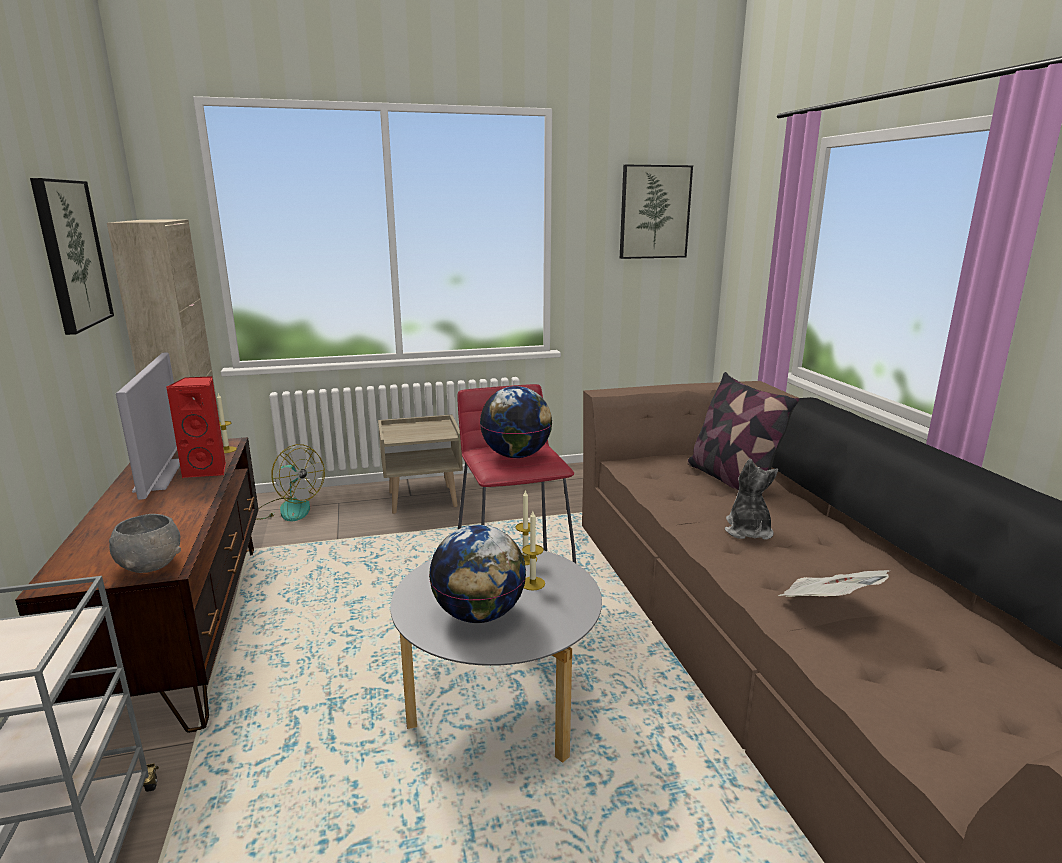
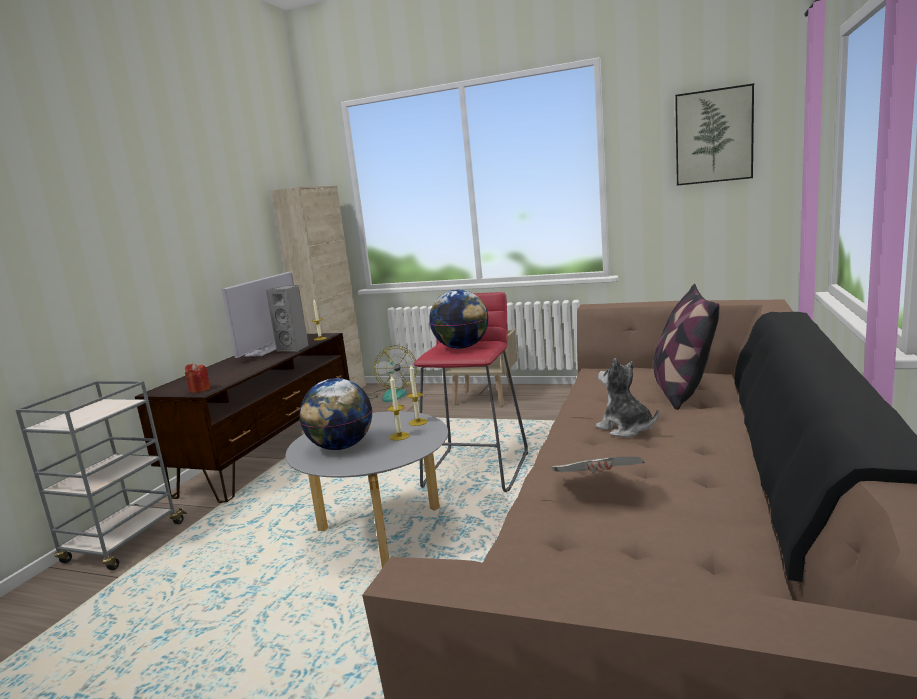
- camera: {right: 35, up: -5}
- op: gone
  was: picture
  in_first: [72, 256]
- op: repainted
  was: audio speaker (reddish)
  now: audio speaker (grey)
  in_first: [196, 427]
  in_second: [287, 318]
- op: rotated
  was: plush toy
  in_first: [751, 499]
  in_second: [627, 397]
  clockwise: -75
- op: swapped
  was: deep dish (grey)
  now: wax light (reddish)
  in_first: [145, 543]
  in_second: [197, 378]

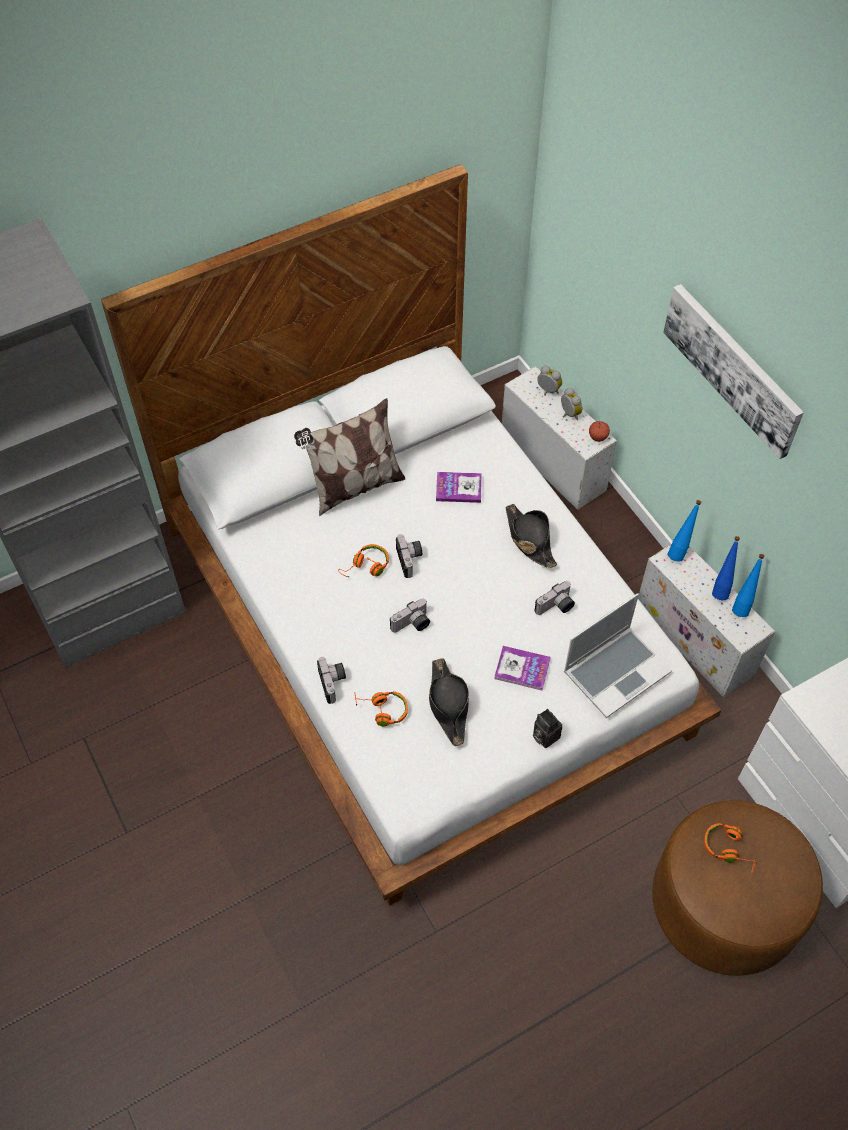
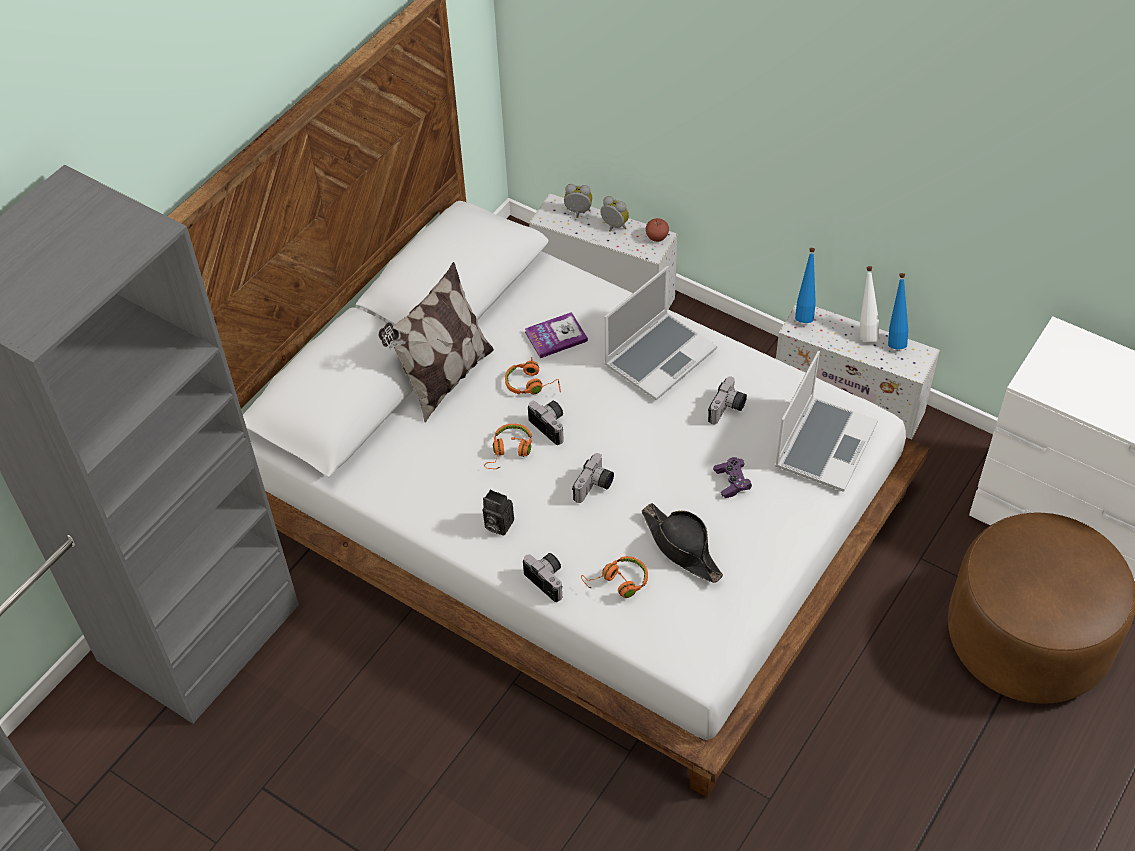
- camera: {right: -25, up: -5}
- op: gone
  was: picture
  in_first: [733, 371]
- op: swapped
  was: hat (black)
  now: notebook computer
  in_first: [531, 536]
  in_second: [660, 333]
- op: repainted
  was: drink bottle (blue)
  now: drink bottle (white-coloured)
  in_first: [726, 568]
  in_second: [869, 304]
- op: swapped
  was: bound book
  now: gamepad (purple-coloured)
  in_first: [522, 668]
  in_second: [732, 477]
- op: shifted
  was: photo camera
  in_first: [547, 728]
  in_second: [498, 512]
- op: shifted
  was: headset (orange)
  in_first: [729, 848]
  in_second: [533, 375]

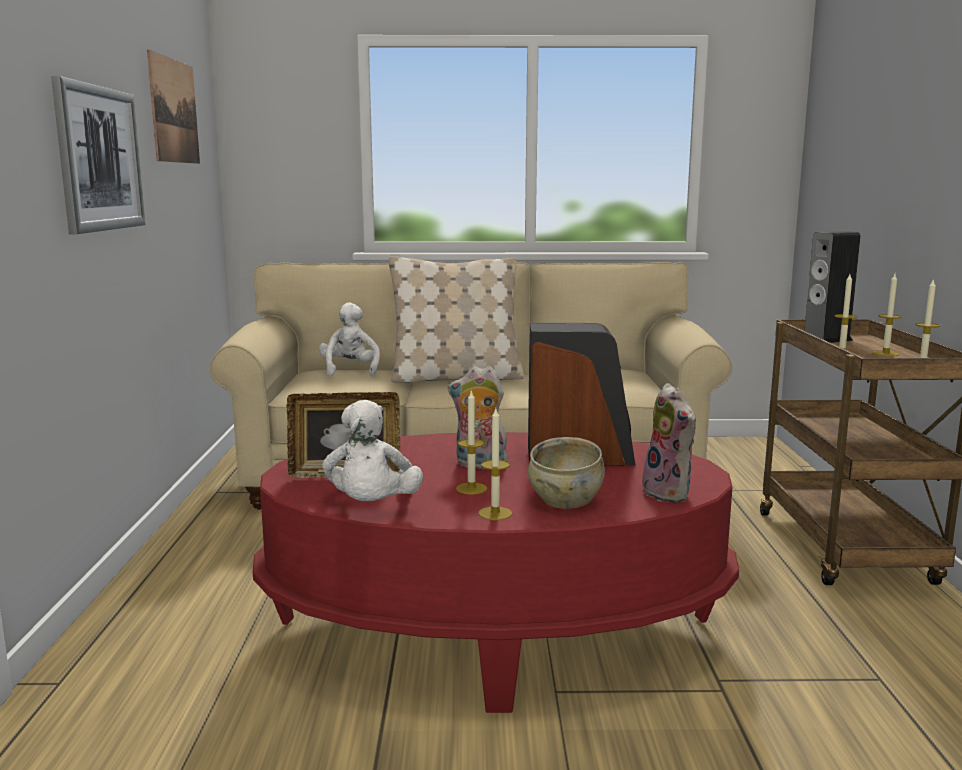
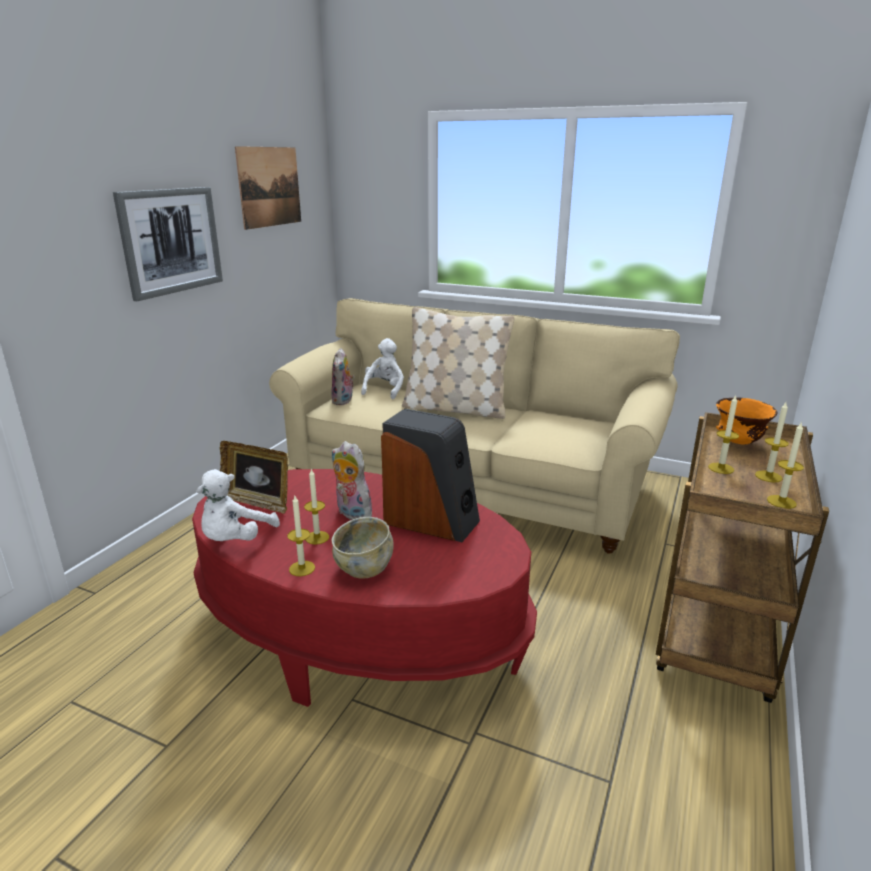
- camera: {right: 25, up: 10}
- op: swapped
  was: audio speaker
  now: deep dish (orange)
  in_first: [832, 287]
  in_second: [746, 421]
- op: shifted
  was: plush toy
  in_first: [669, 443]
  in_second: [343, 376]

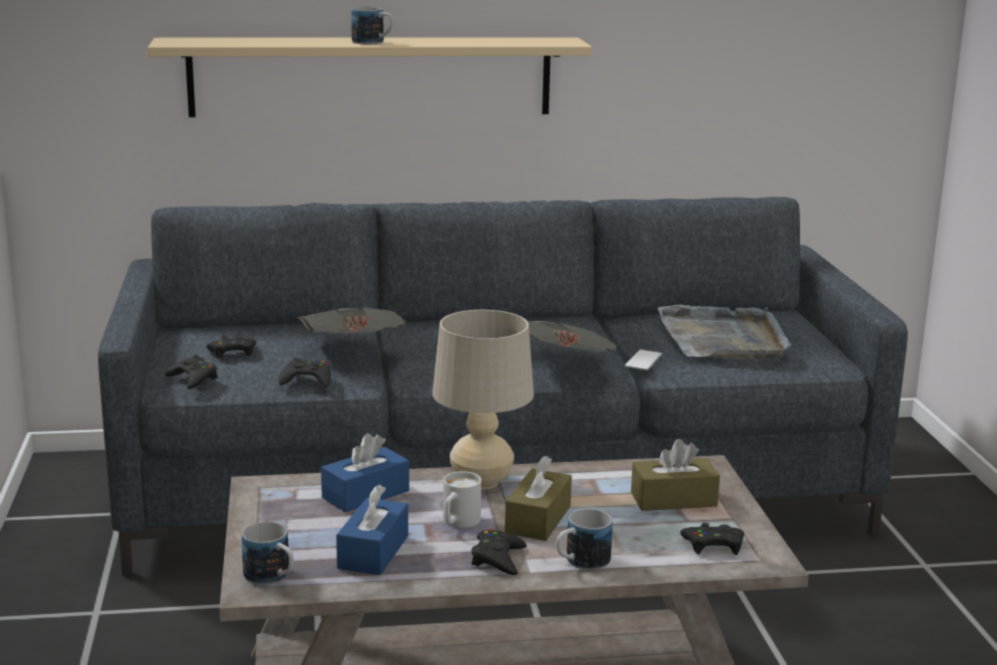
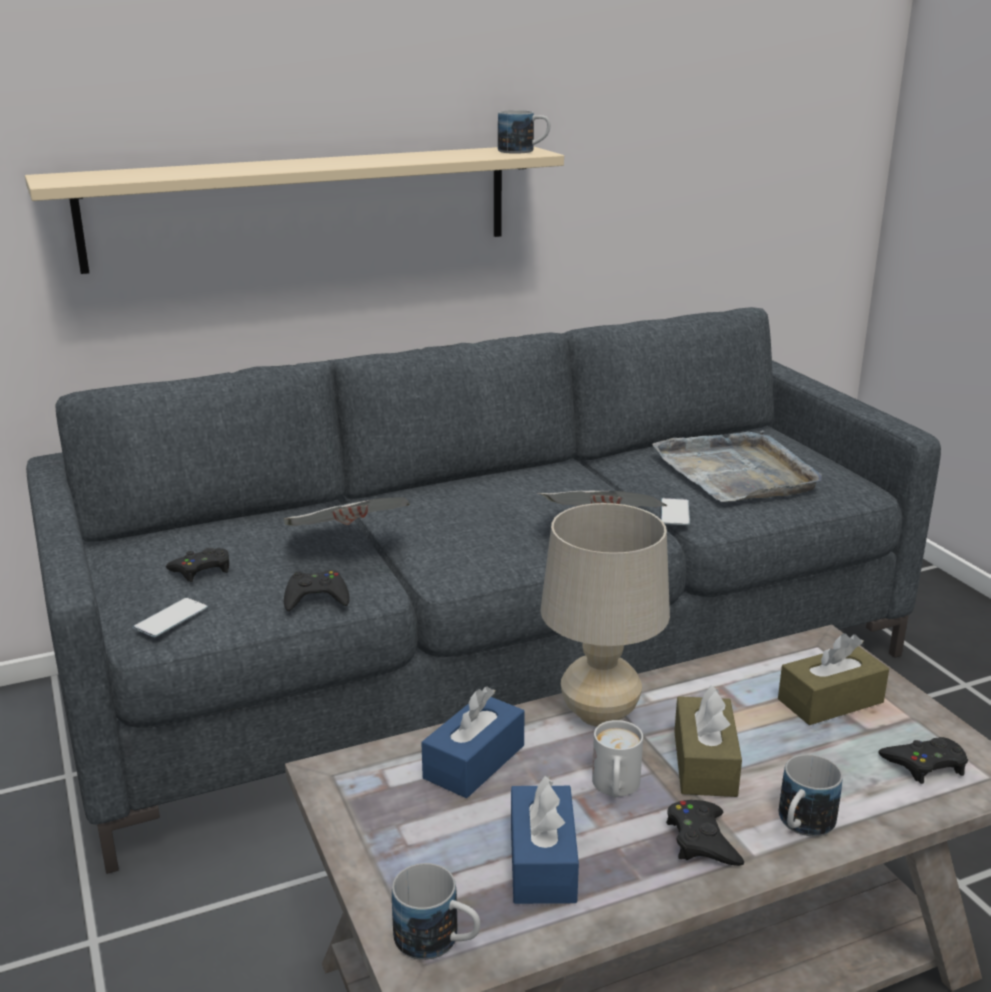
- camera: {right: -15, up: 5}
- op: shifted
  was: mug
  in_first: [372, 25]
  in_second: [524, 132]
- op: swapped
  was: gamepad (black)
  now: phone
  in_first: [191, 372]
  in_second: [170, 617]

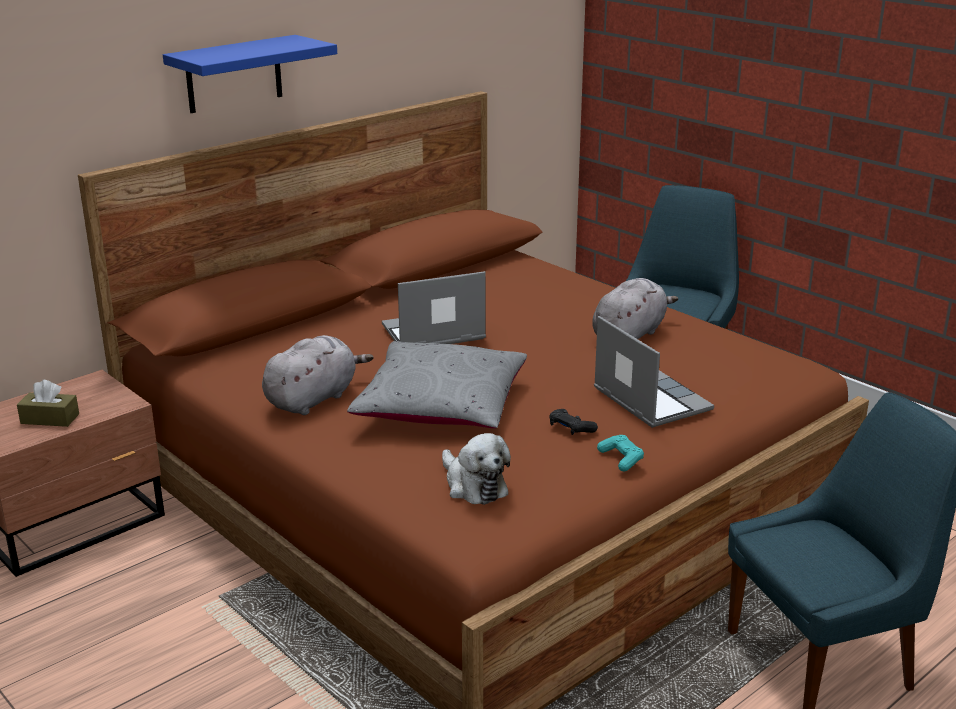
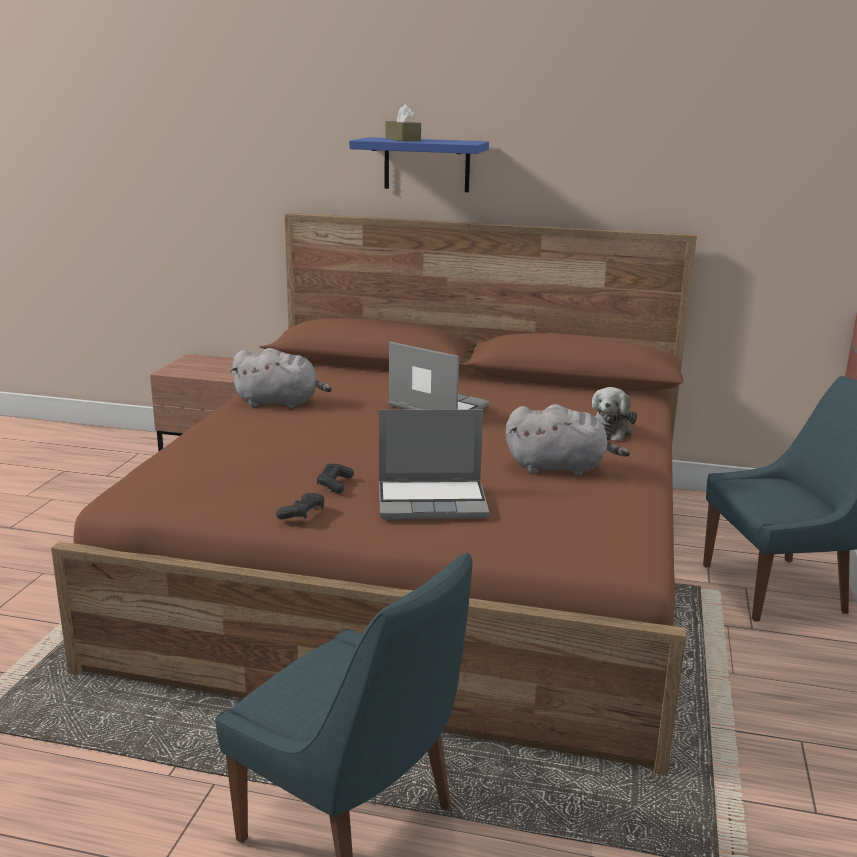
- camera: {right: 55, up: -5}
- op: rotated
  was: notebook computer
  in_first: [654, 372]
  in_second: [434, 464]
  clockwise: 60
- op: gone
  was: throw pillow (grey)
  in_first: [437, 385]
- op: shifted
  was: box of tissues (brownish)
  in_first: [48, 403]
  in_second: [403, 123]
- op: shifted
  was: plush toy
  in_first: [476, 469]
  in_second: [614, 414]
- op: repainted
  was: gamepad (blue-green)
  now: gamepad (black)
  in_first: [620, 453]
  in_second: [300, 506]

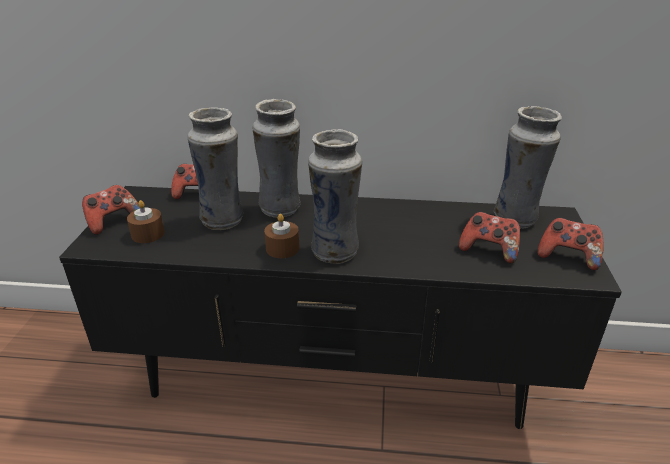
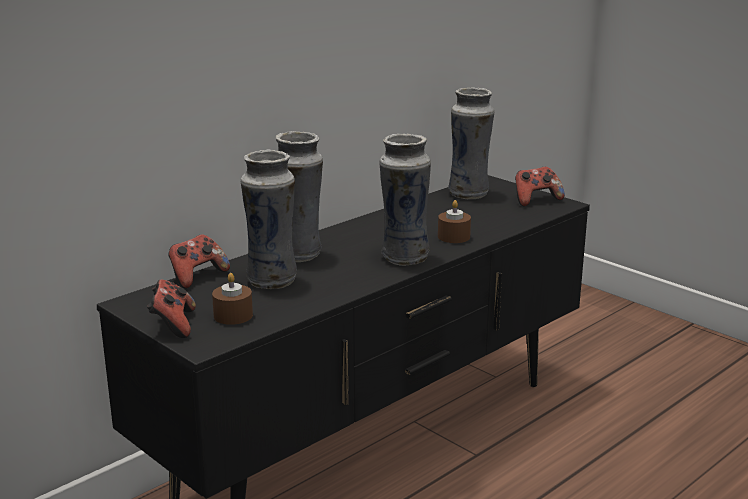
- camera: {right: -50, up: -10}
- op: gone
  was: gamepad
  in_first: [489, 237]
- op: shifted
  was: wax light (brownish)
  in_first: [281, 236]
  in_second: [454, 221]

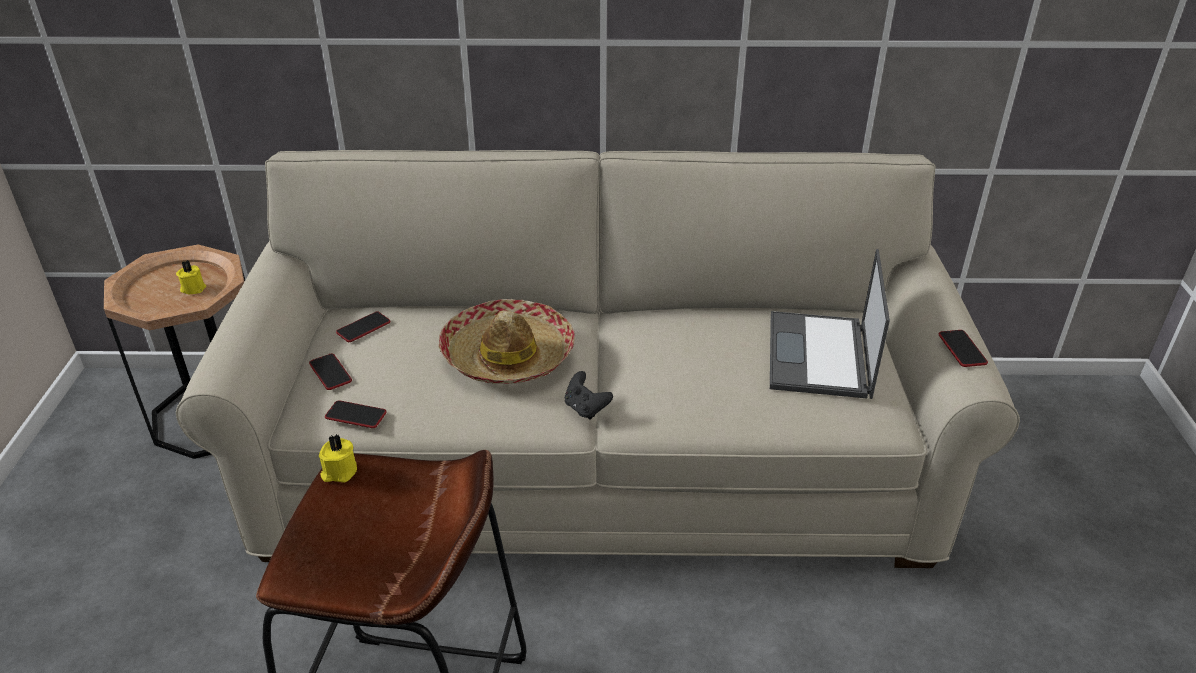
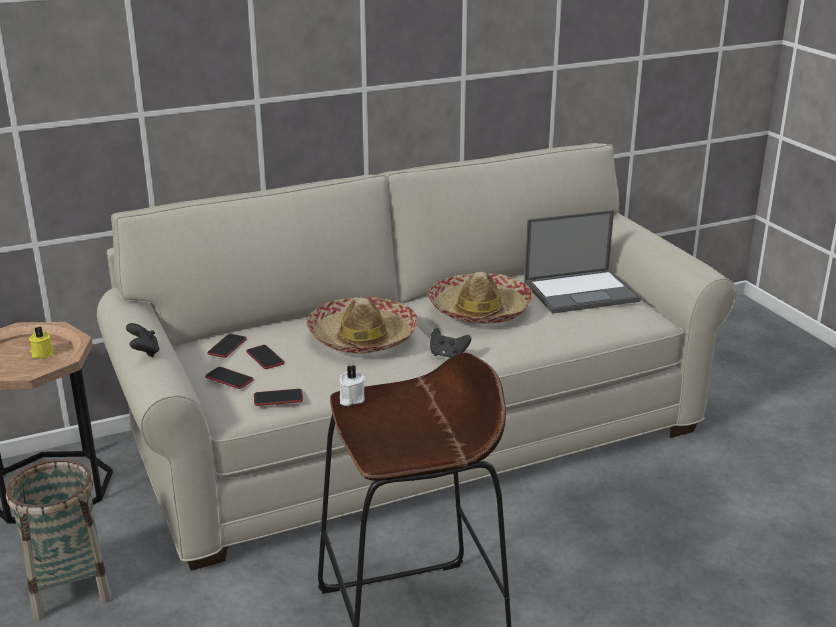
- camera: {right: -25, up: -10}
- op: rotated
  was: notebook computer
  in_first: [830, 324]
  in_second: [582, 262]
  clockwise: -90
- op: shifted
  was: phone
  in_first: [963, 348]
  in_second: [265, 357]
- op: repainted
  was: wax light (yellowish)
  now: wax light (white-coloured)
  in_first: [338, 458]
  in_second: [352, 385]
- op: new
  now: hat
  in_second: [480, 298]
- op: new
  now: gamepad (black)
  in_second: [143, 340]
- op: new
  now: storage basket
  in_second: [58, 540]

